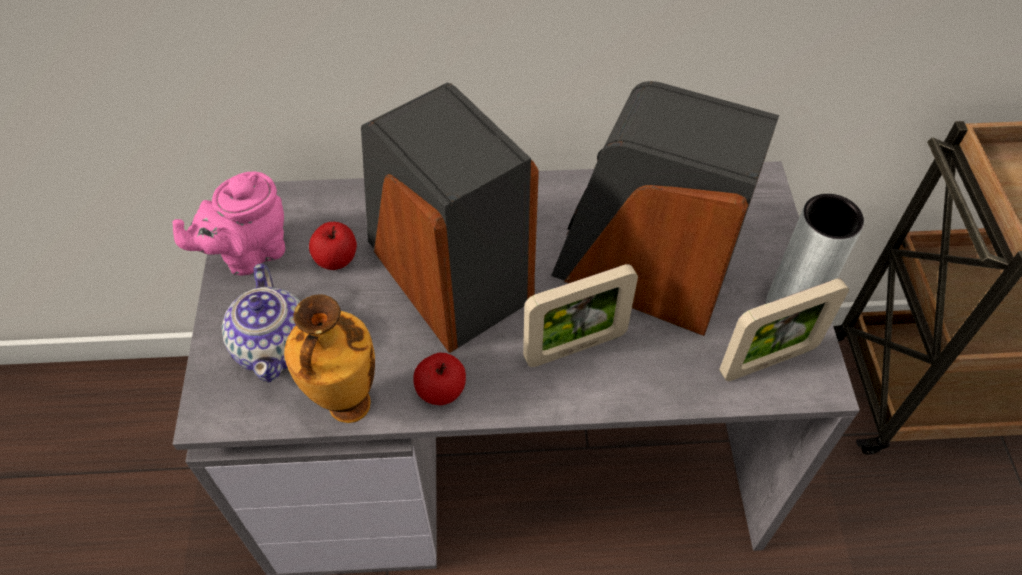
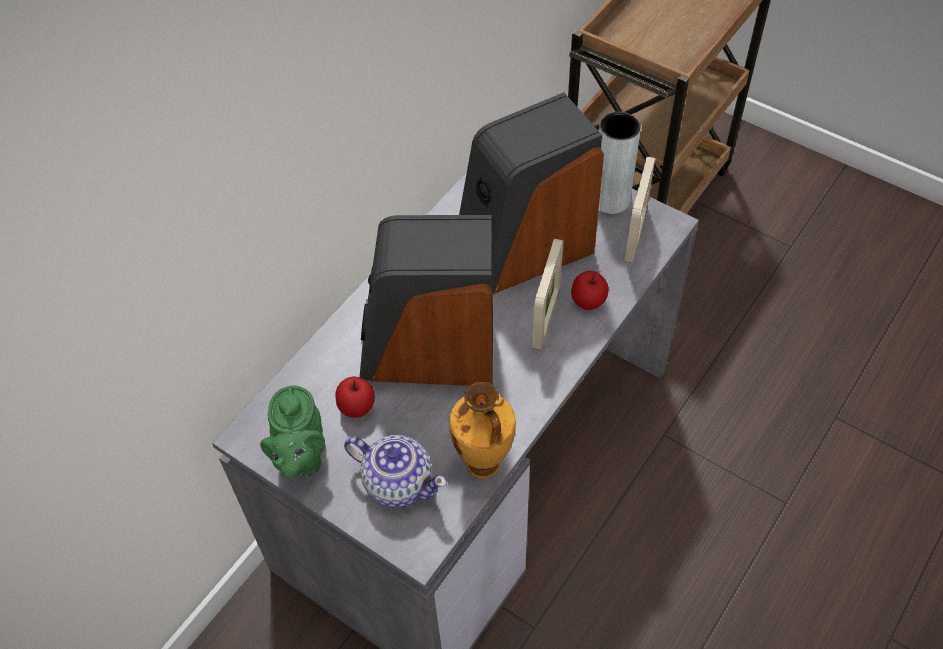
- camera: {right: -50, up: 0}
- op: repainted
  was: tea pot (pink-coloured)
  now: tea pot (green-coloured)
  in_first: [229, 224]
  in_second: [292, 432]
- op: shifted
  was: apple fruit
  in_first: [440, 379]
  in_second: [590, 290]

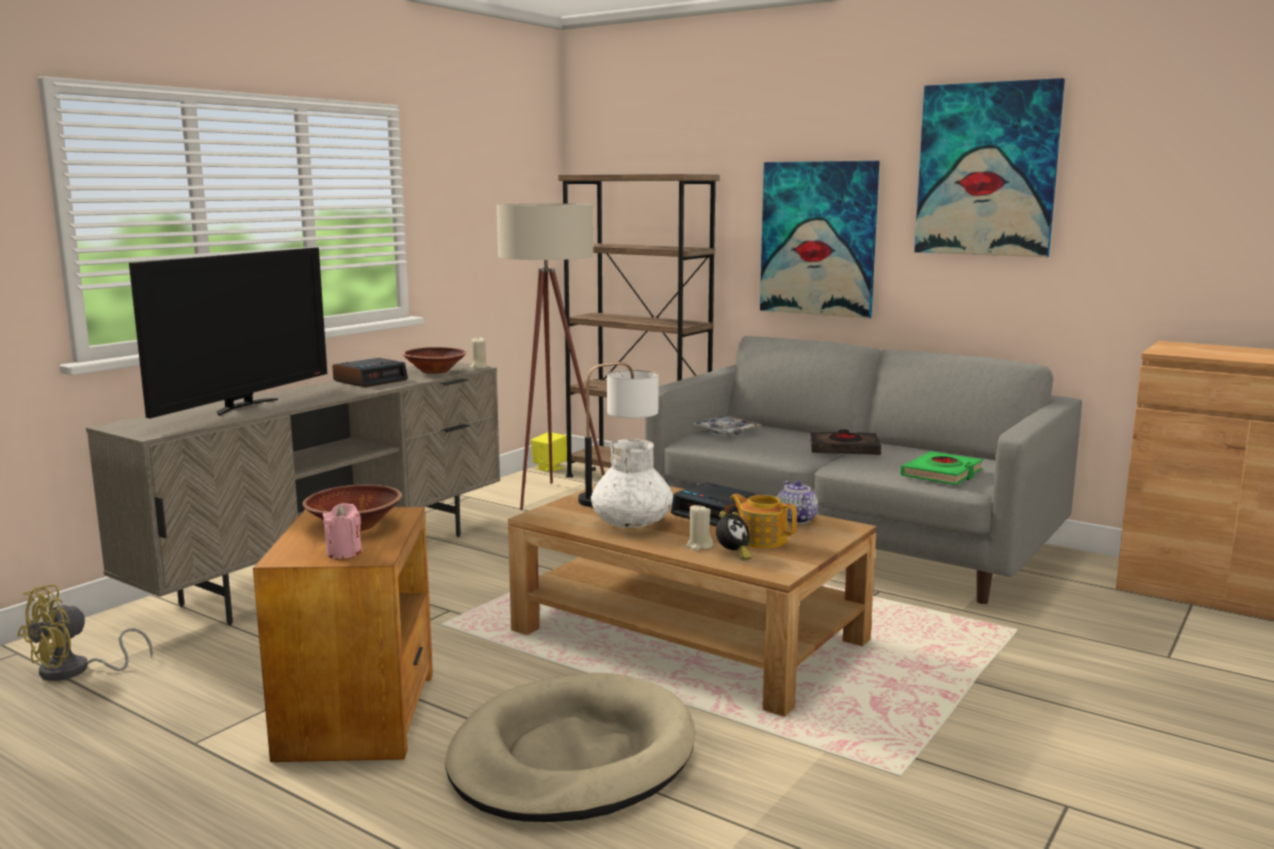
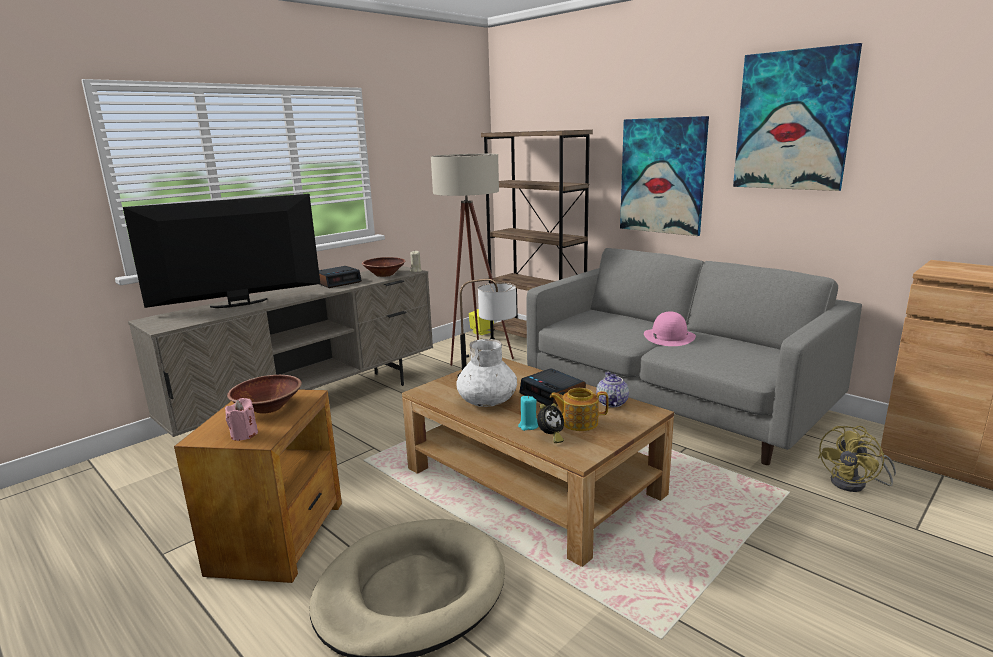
- camera: {right: 10, up: 5}
- op: rotated
  was: television
  in_first: [228, 332]
  in_second: [221, 251]
  clockwise: -150
- op: gone
  was: tray
  in_first: [727, 425]
- op: swapped
  was: bound book (black)
  now: hat (pink-coloured)
  in_first: [845, 442]
  in_second: [670, 328]
- op: gone
  was: bound book (green-coloured)
  in_first: [941, 468]
- op: rotated
  was: tea pot
  in_first: [763, 521]
  in_second: [579, 409]
  clockwise: -45
- op: repainted
  was: wax light (beige-coloured)
  now: wax light (blue-green)
  in_first: [699, 528]
  in_second: [528, 413]
- op: shifted
  was: fan (yellowish)
  in_first: [85, 633]
  in_second: [857, 459]

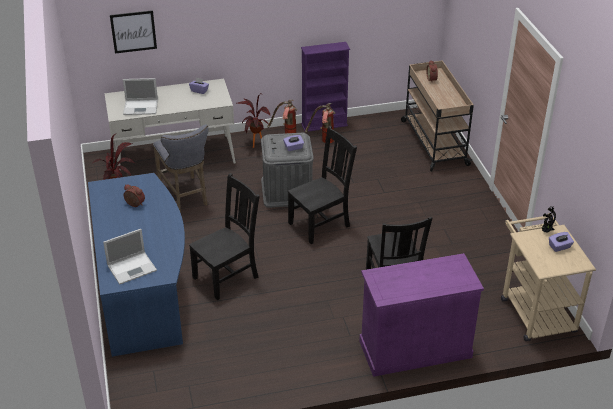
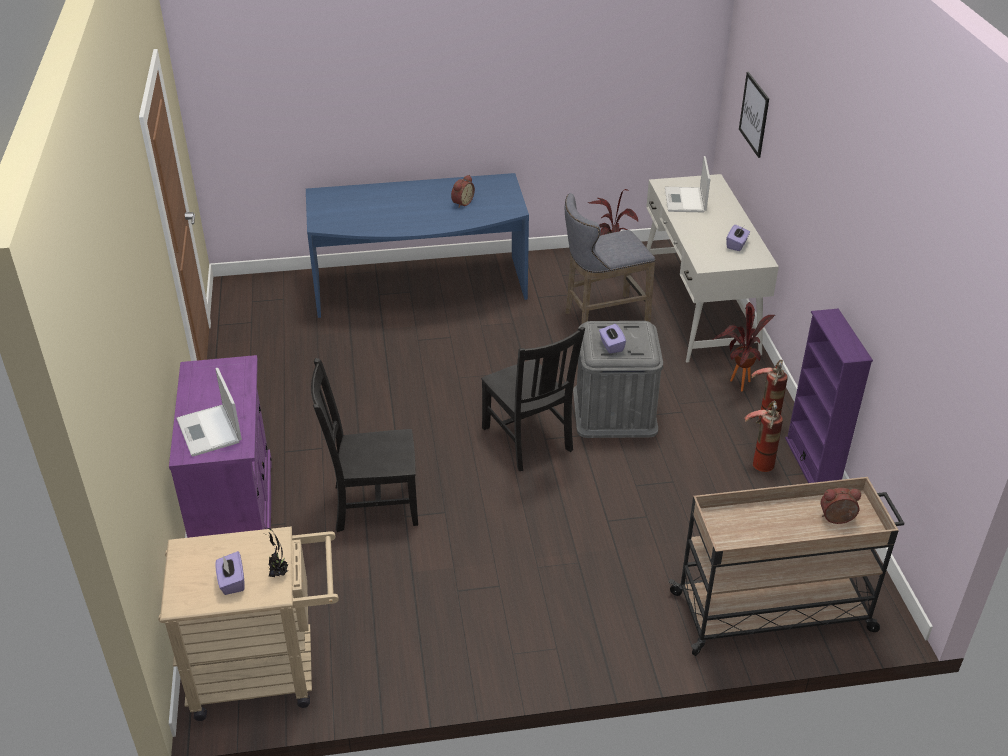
- camera: {right: 95, up: 0}
- op: gone
  was: upright chair (black)
  in_first: [224, 236]
- op: shifted
  was: notebook computer
  in_first: [130, 257]
  in_second: [209, 412]

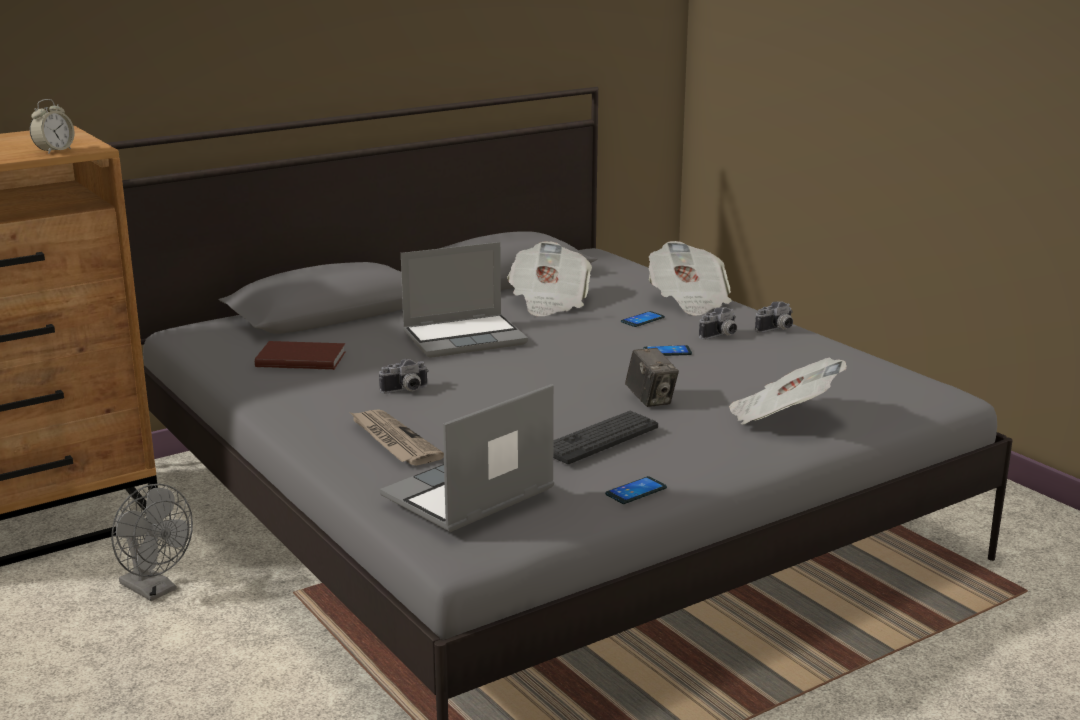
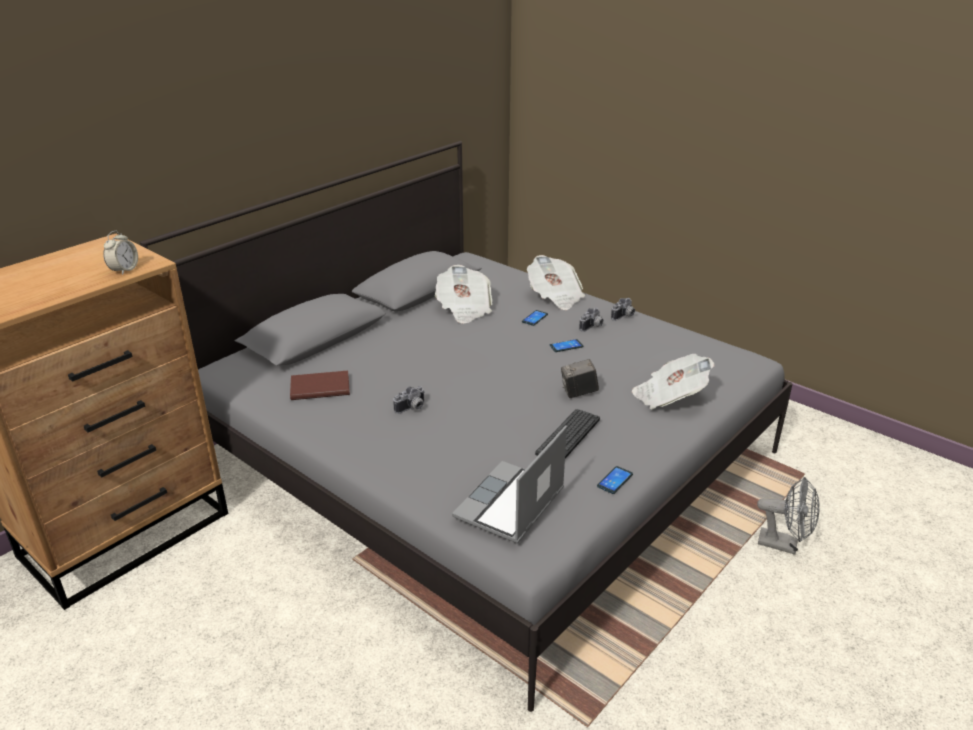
- camera: {right: -15, up: 10}
- op: gone
  was: notebook computer
  in_first: [464, 300]
- op: rotated
  was: photo camera
  in_first: [652, 377]
  in_second: [580, 378]
  clockwise: 120
- op: gone
  was: printed paper
  in_first: [397, 437]
- op: shifted
  was: fan (grey)
  in_first: [152, 542]
  in_second: [788, 516]

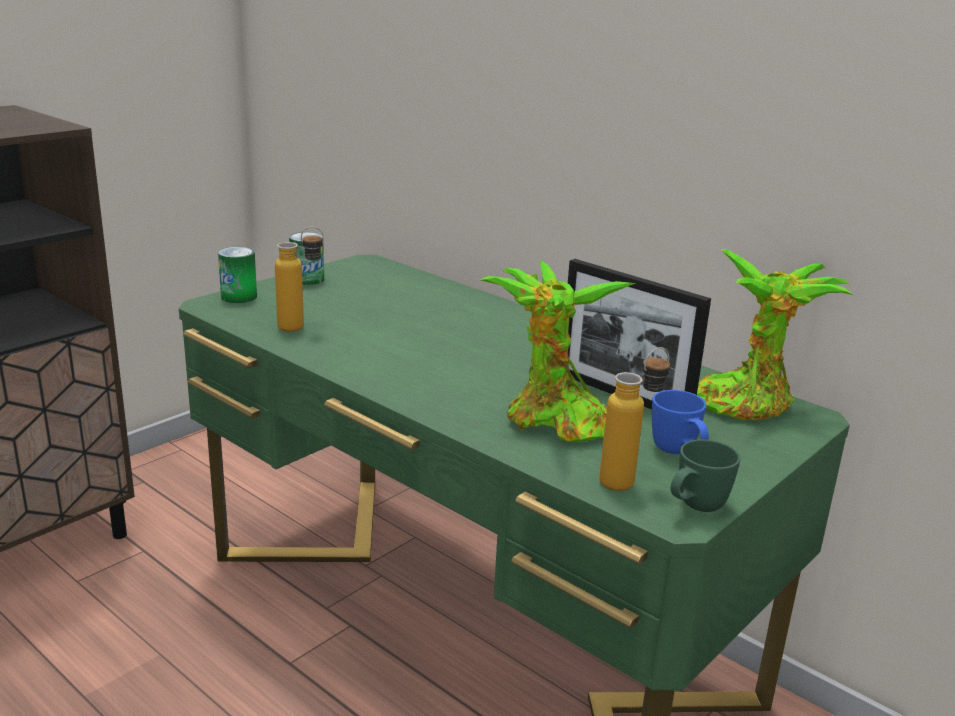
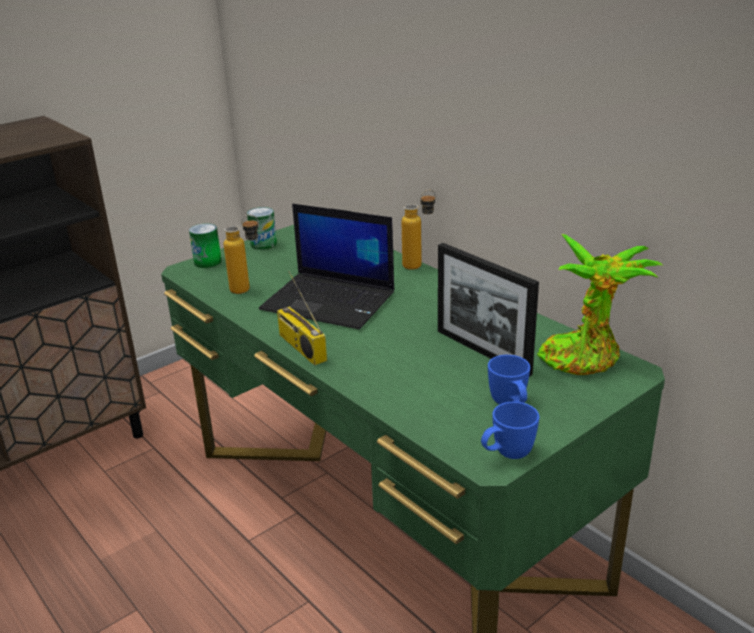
- camera: {right: 10, up: 5}
- op: gone
  was: houseplant
  in_first: [558, 351]
- op: shifted
  was: drink bottle
  in_first: [634, 419]
  in_second: [419, 230]
- op: repainted
  was: mug (green-coloured)
  now: mug (blue)
  in_first: [705, 475]
  in_second: [510, 430]
- op: new
  now: notebook computer
  in_second: [326, 266]
- op: new
  now: radio set
  in_second: [302, 318]

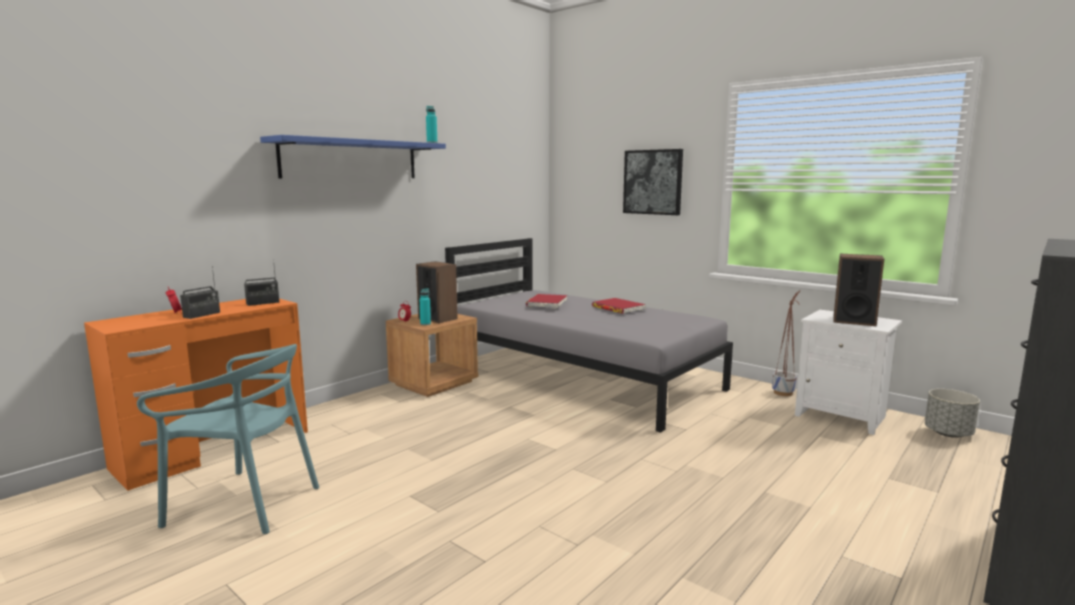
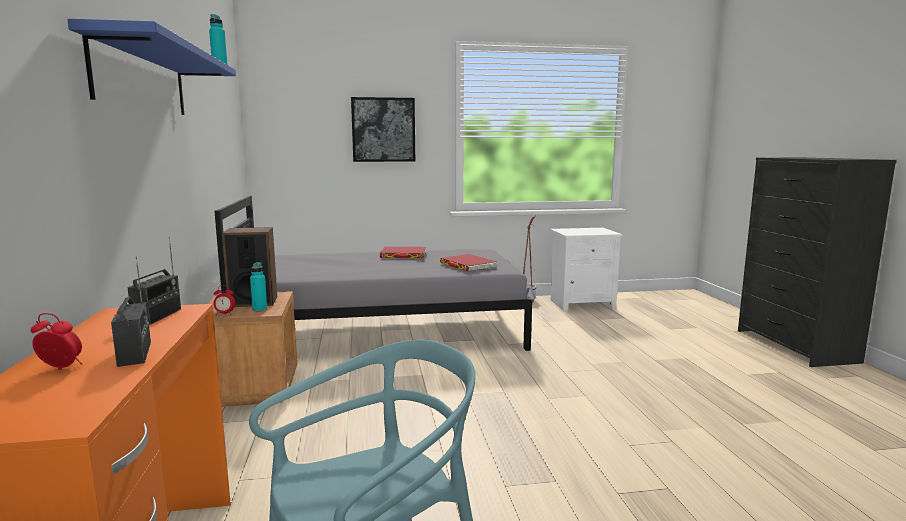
- camera: {right: -50, up: 0}
- op: gone
  was: audio speaker
  in_first: [858, 290]
- op: shifted
  was: bound book (reddish)
  in_first: [547, 301]
  in_second: [468, 262]
- op: gone
  was: plant pot (grey)
  in_first: [952, 413]

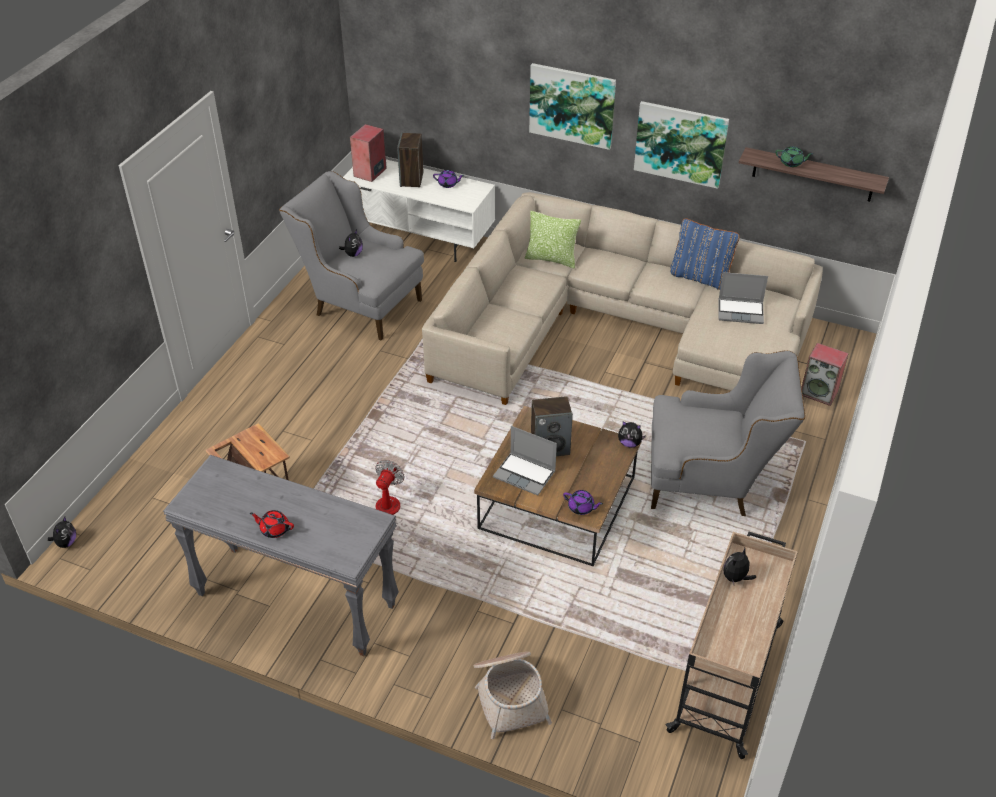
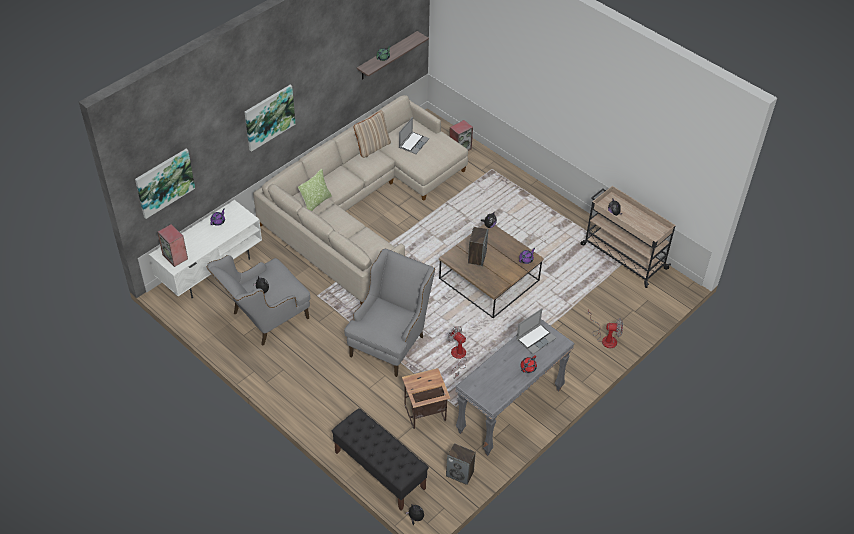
- camera: {right: -70, up: 5}
- op: shifted
  was: picture
  in_first: [681, 145]
  in_second: [165, 184]
- op: shifted
  was: audio speaker
  in_first: [410, 159]
  in_second: [461, 464]
- op: repainted
  was: throw pillow (blue)
  now: throw pillow (beige-coloured)
  in_first: [704, 254]
  in_second: [372, 134]
- op: shifted
  was: armchair (grey)
  in_first: [728, 433]
  in_second: [389, 313]
- op: shifted
  was: notebook computer
  in_first: [525, 461]
  in_second: [536, 331]
- op: swapped
  was: storage basket
  now: fan
  in_first: [513, 695]
  in_second: [605, 329]
- op: new
  now: bench (black)
  in_second: [380, 459]

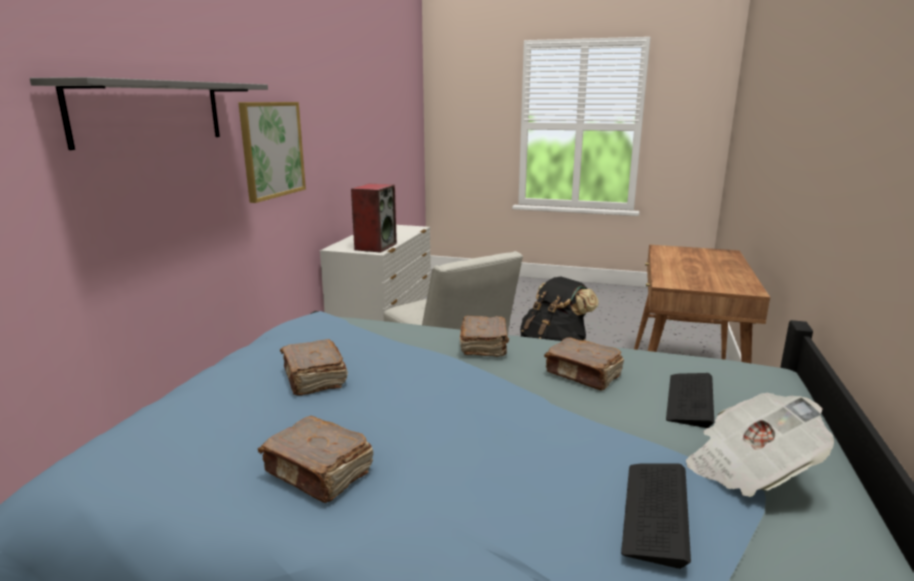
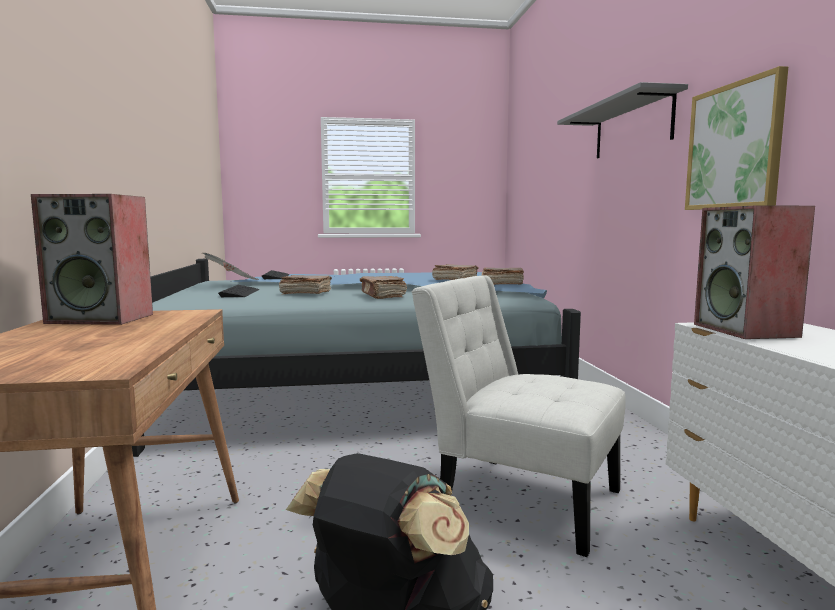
- camera: {right: 155, up: -10}
- op: shifted
  was: bound book (brownish)
  in_first: [315, 459]
  in_second: [503, 276]
- op: new
  now: audio speaker
  in_second: [92, 259]

